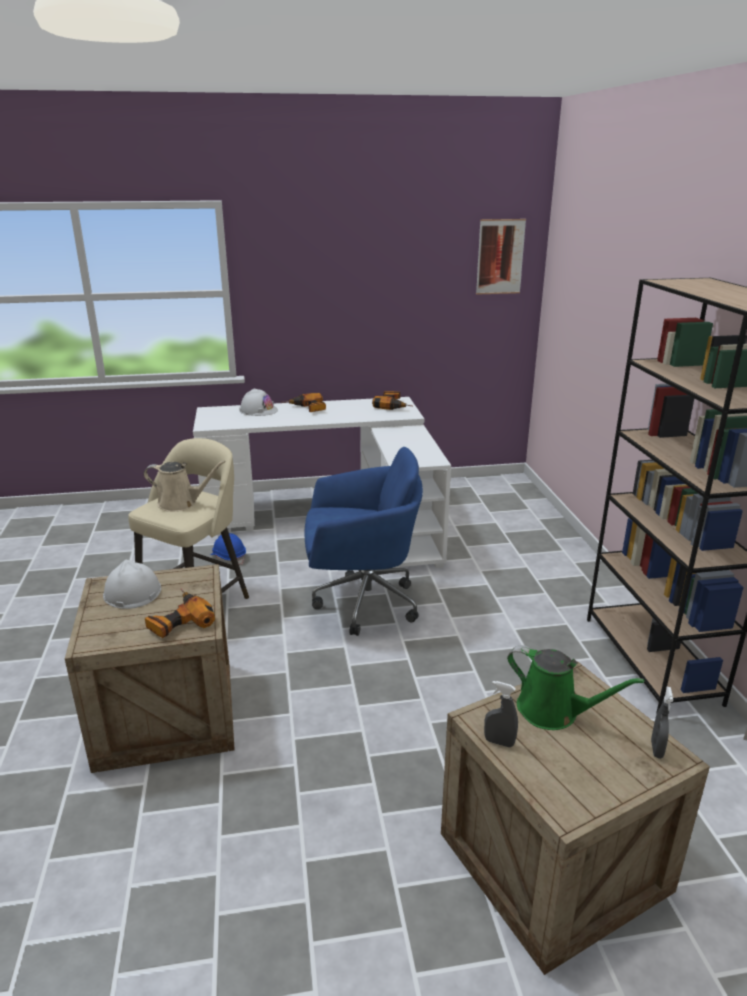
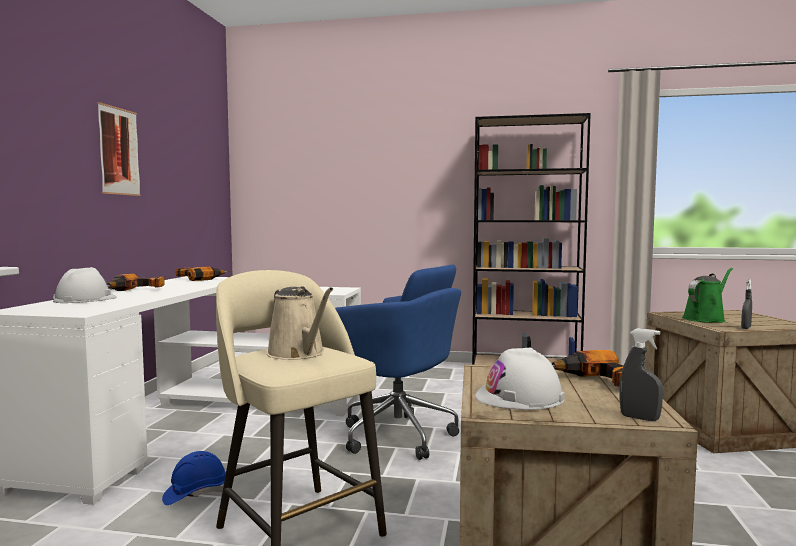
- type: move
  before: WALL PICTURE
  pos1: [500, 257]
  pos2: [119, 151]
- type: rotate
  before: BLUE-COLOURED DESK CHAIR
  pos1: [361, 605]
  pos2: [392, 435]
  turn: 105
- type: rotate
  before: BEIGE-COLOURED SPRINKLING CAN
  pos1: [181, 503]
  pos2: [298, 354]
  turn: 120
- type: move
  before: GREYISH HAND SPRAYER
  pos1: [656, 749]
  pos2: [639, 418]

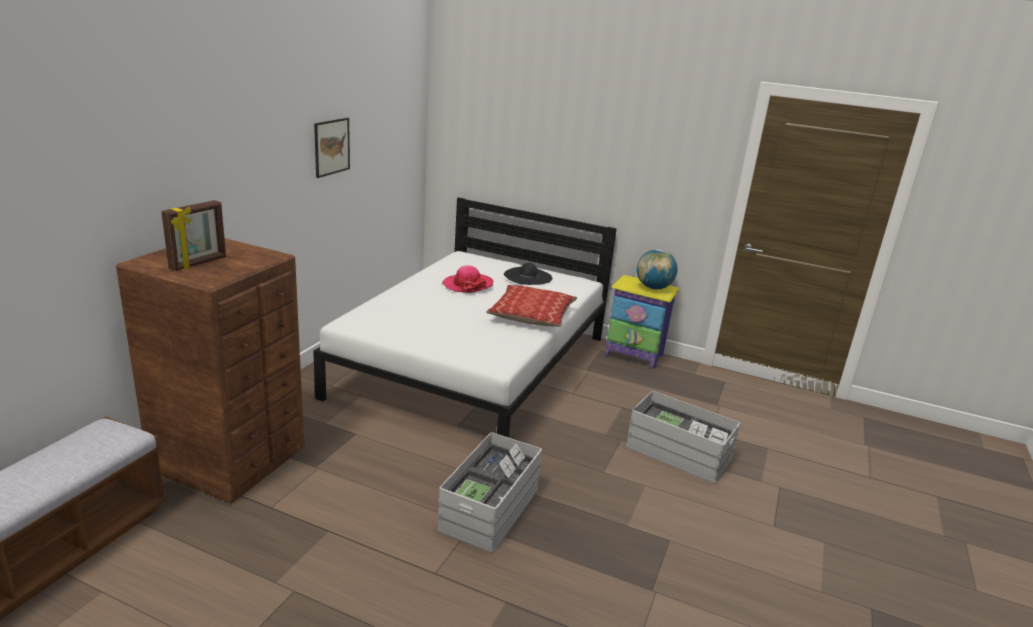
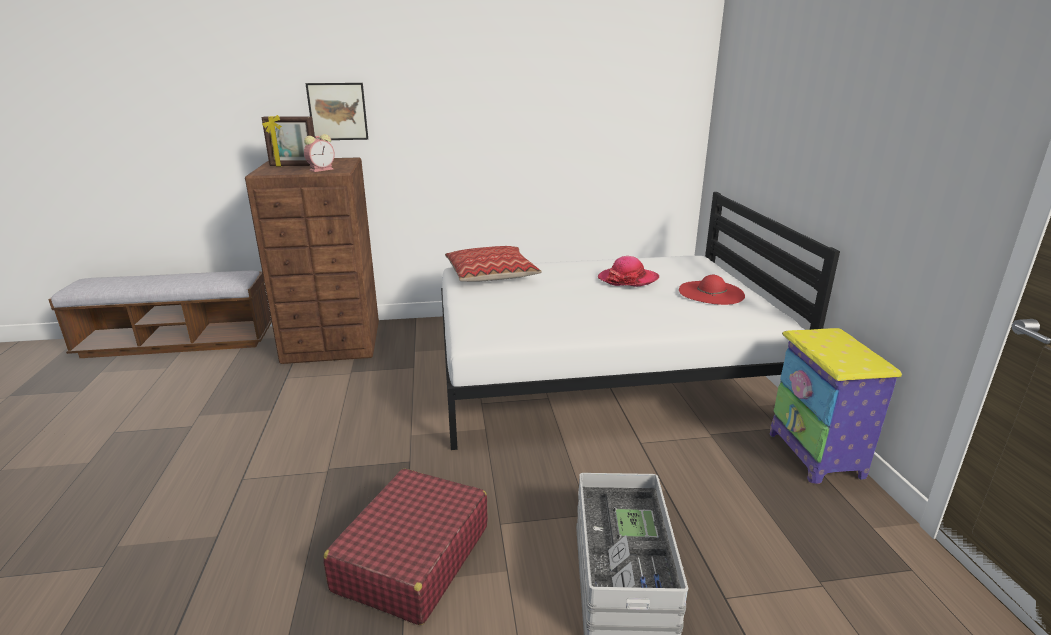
- type: move
  before: WALL PICTURE
  pos1: [331, 147]
  pos2: [337, 111]
- type: delete
  before: GLOBE
  pos1: [653, 288]
- type: recolor
  before: BLACK-COLOURED HAT
  after: RED HAT
  pos1: [527, 276]
  pos2: [711, 292]
- type: move
  before: THROW PILLOW
  pos1: [532, 315]
  pos2: [491, 274]
- type: delete
  before: GREYISH STORAGE CONTAINER
  pos1: [489, 507]
- type: insert
  after: BEDSIDE CLOCK
  pos2: [322, 169]
- type: insert
  after: RED PIECE OF LUGGAGE
  pos2: [412, 558]

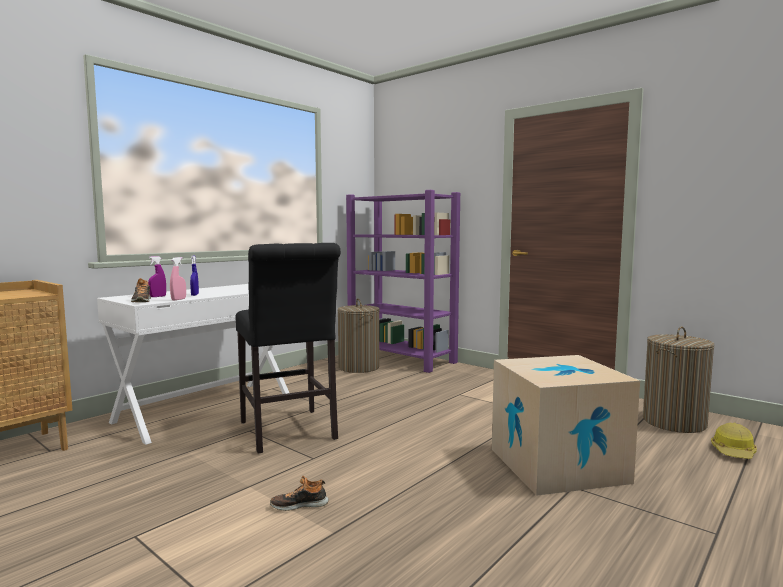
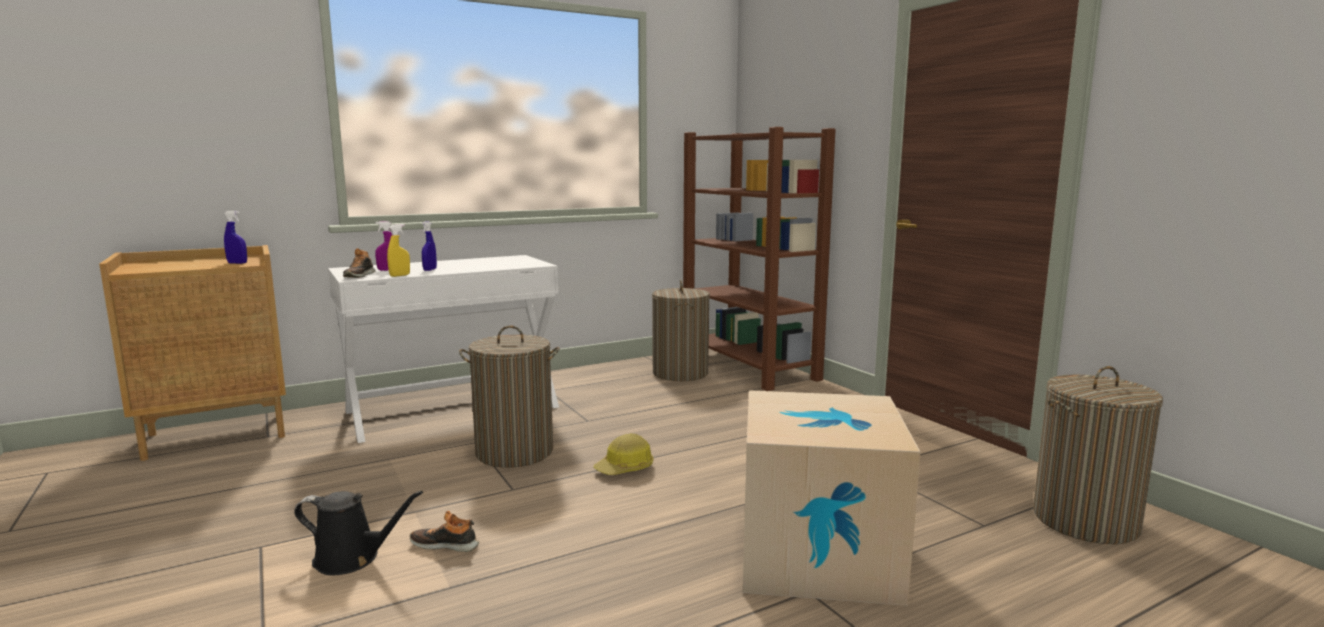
- type: recolor
  before: PURPLISH BOOKSHELF
  after: BROWN BOOKSHELF
  pos1: [401, 358]
  pos2: [748, 366]
- type: replace
  before: BLACK-COLOURED STOOL SEAT
  after: HAMPER
  pos1: [288, 433]
  pos2: [514, 452]
- type: recolor
  before: PINKISH HAND SPRAYER
  after: YELLOWISH HAND SPRAYER
  pos1: [178, 299]
  pos2: [400, 275]
- type: move
  before: WORK HELMET
  pos1: [734, 452]
  pos2: [625, 468]
- type: insert
  after: BLUE-COLOURED HAND SPRAYER
  pos2: [237, 263]
- type: insert
  after: BLACK-COLOURED SPRINKLING CAN
  pos2: [352, 558]

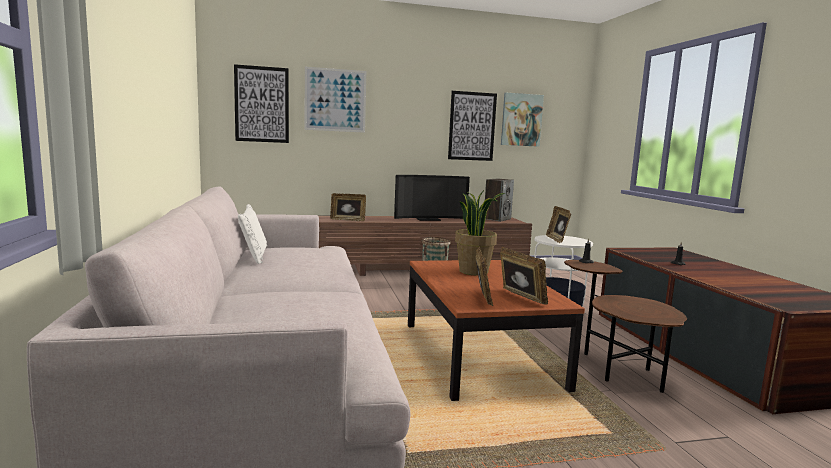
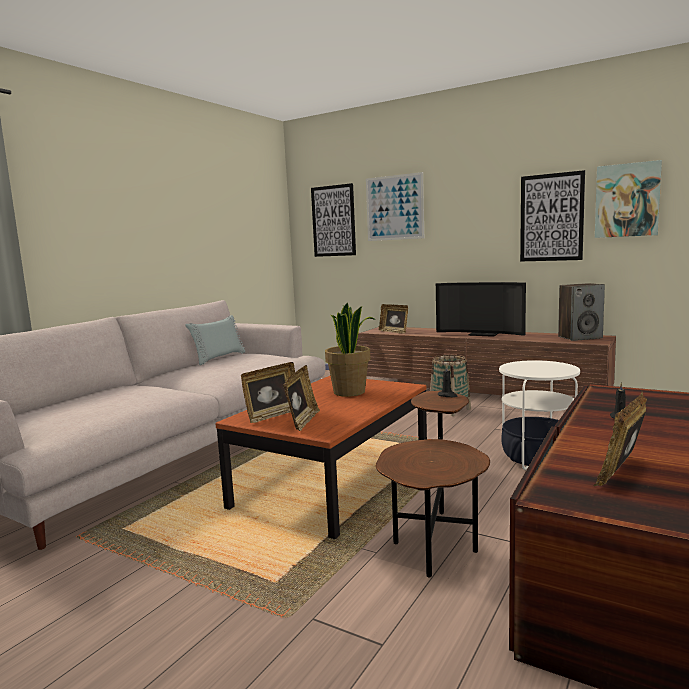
- type: recolor
  before: WHITE-COLOURED THROW PILLOW
  after: BLUE-COLOURED THROW PILLOW
  pos1: [253, 255]
  pos2: [218, 358]
- type: move
  before: PHOTO FRAME
  pos1: [557, 239]
  pos2: [621, 473]

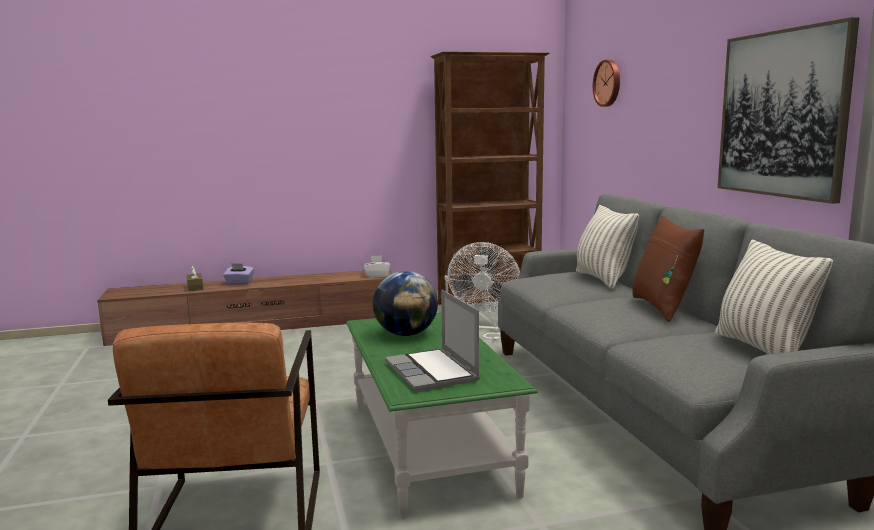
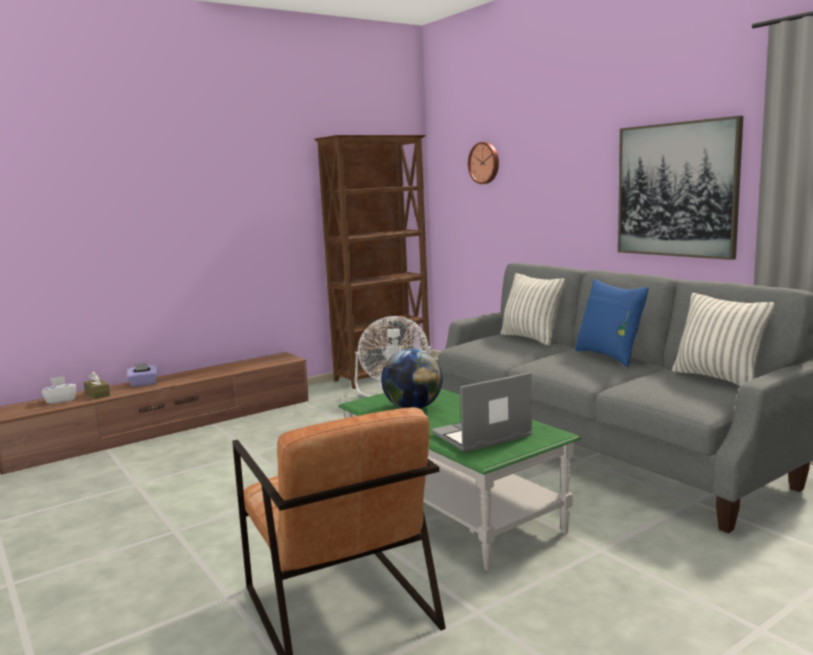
- type: recolor
  before: BROWN THROW PILLOW
  after: BLUE-COLOURED THROW PILLOW
  pos1: [662, 308]
  pos2: [608, 357]
- type: move
  before: WHITE-COLOURED TISSUE HOLDER
  pos1: [377, 275]
  pos2: [60, 400]
- type: rotate
  before: PORTABLE COMPUTER
  pos1: [433, 372]
  pos2: [481, 436]
  turn: 105

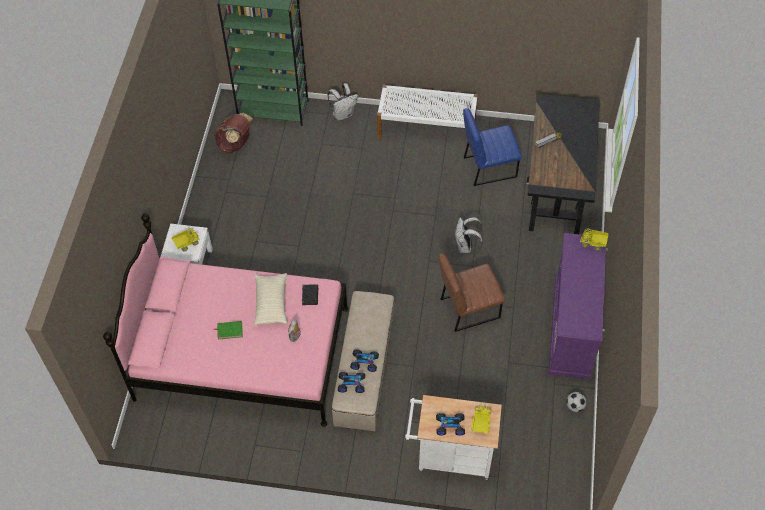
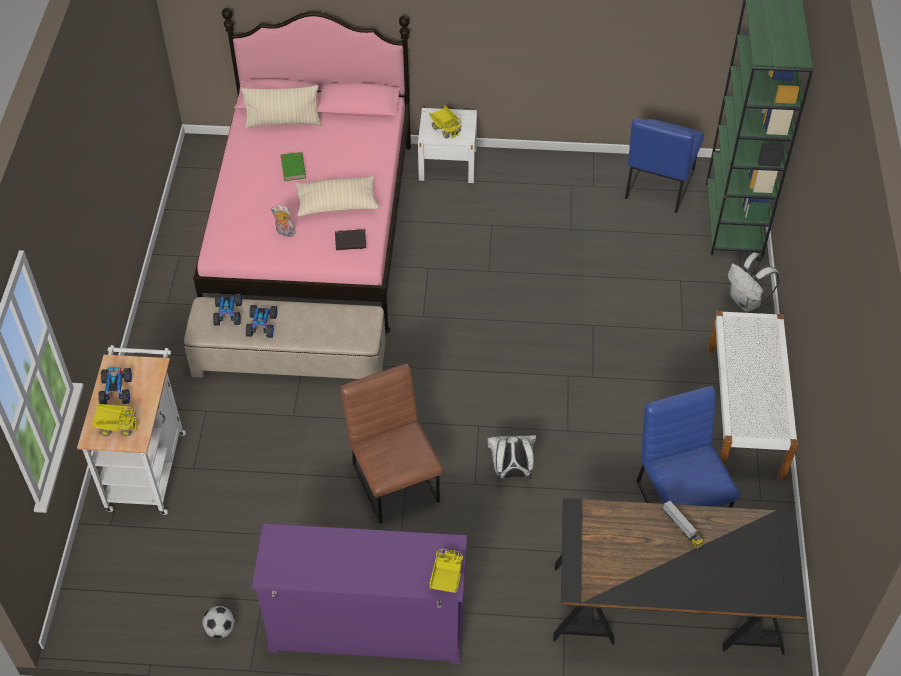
- type: replace
  before: BROWN BACKPACK
  after: BLUE-COLOURED CHAIR
  pos1: [235, 144]
  pos2: [658, 186]
- type: insert
  after: BEIGE-COLOURED THROW PILLOW
  pos2: [283, 122]

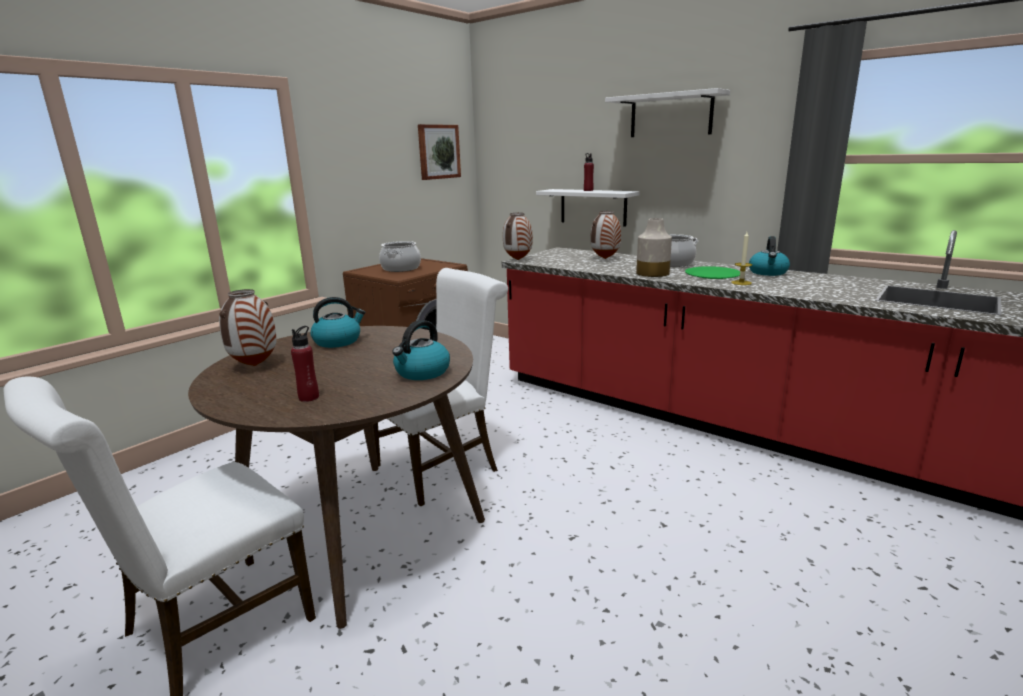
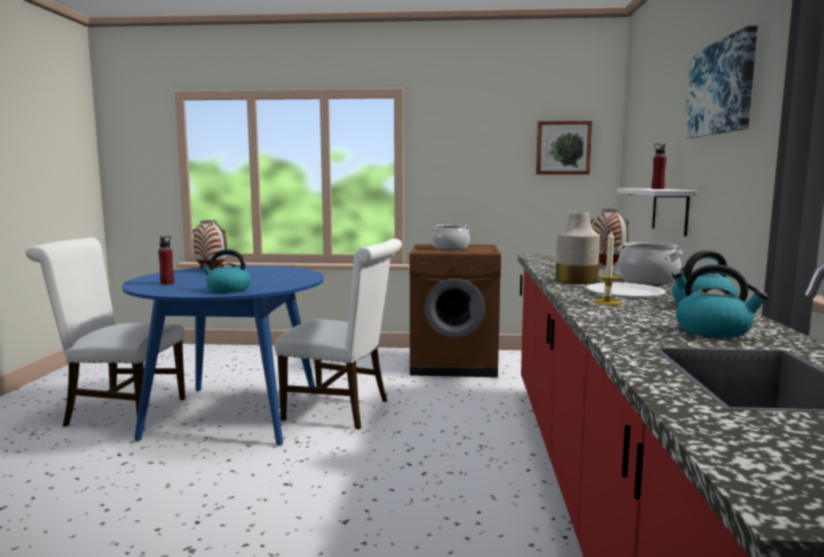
- type: replace
  before: WHITE-COLOURED BRACKET SHELF
  after: WALL PICTURE
  pos1: [671, 115]
  pos2: [721, 88]
- type: delete
  before: DECORATIVE VASE
  pos1: [518, 260]
- type: recolor
  before: GREEN DINNER PLATE
  after: WHITE-COLOURED DINNER PLATE
  pos1: [712, 274]
  pos2: [624, 293]
- type: move
  before: KETTLE
  pos1: [338, 341]
  pos2: [714, 331]
- type: recolor
  before: BROWN KITCHEN TABLE
  after: BLUE-COLOURED KITCHEN TABLE
  pos1: [361, 532]
  pos2: [234, 414]

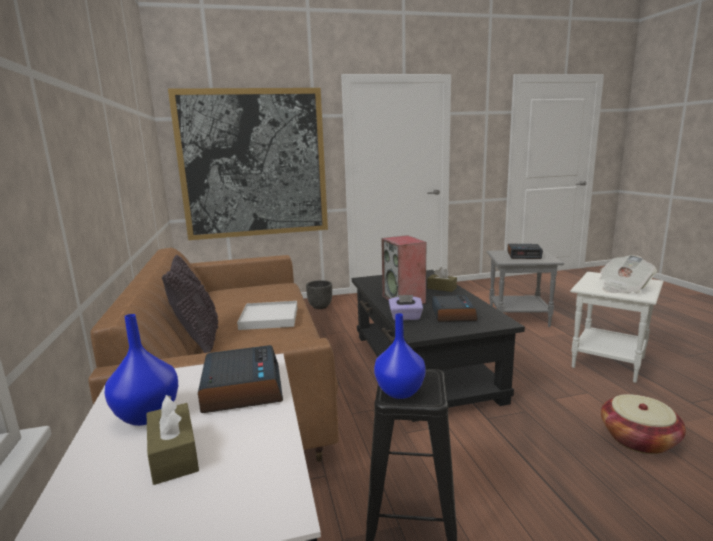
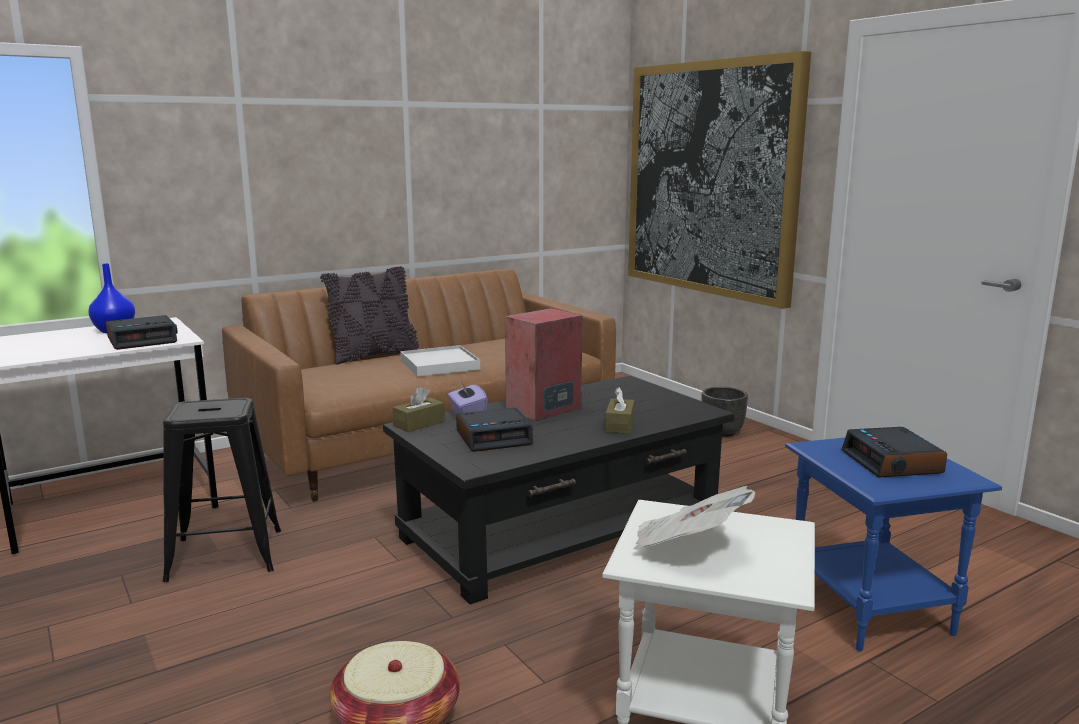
- type: recolor
  before: GREYISH SIDE TABLE
  after: BLUE-COLOURED SIDE TABLE
  pos1: [519, 318]
  pos2: [871, 611]
- type: delete
  before: BLUE-COLOURED DECORATIVE VASE
  pos1: [399, 391]
- type: move
  before: BROWN TISSUE HOLDER
  pos1: [174, 455]
  pos2: [419, 424]

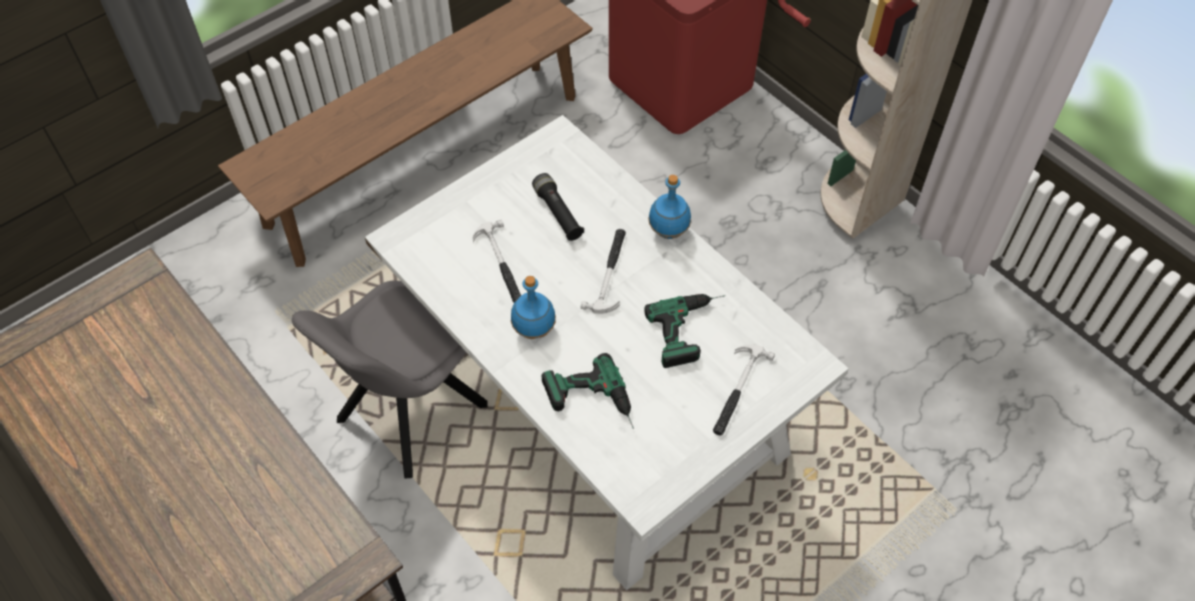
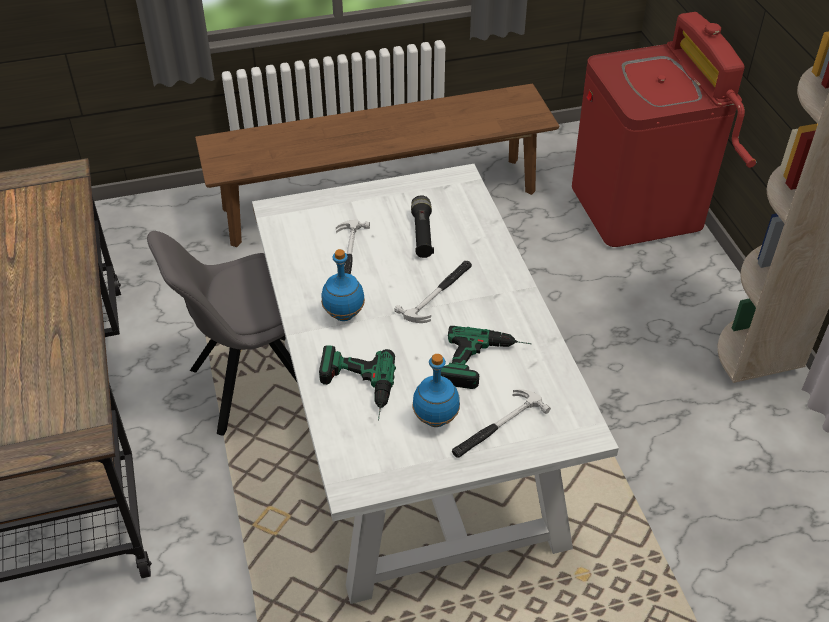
- type: move
  before: BLUE-COLOURED BEVERAGE BOTTLE
  pos1: [669, 232]
  pos2: [435, 420]

